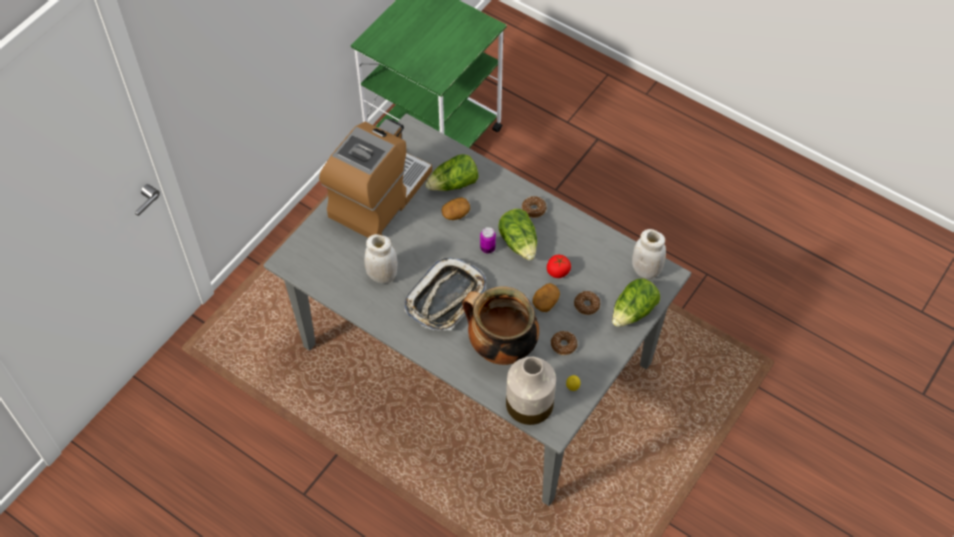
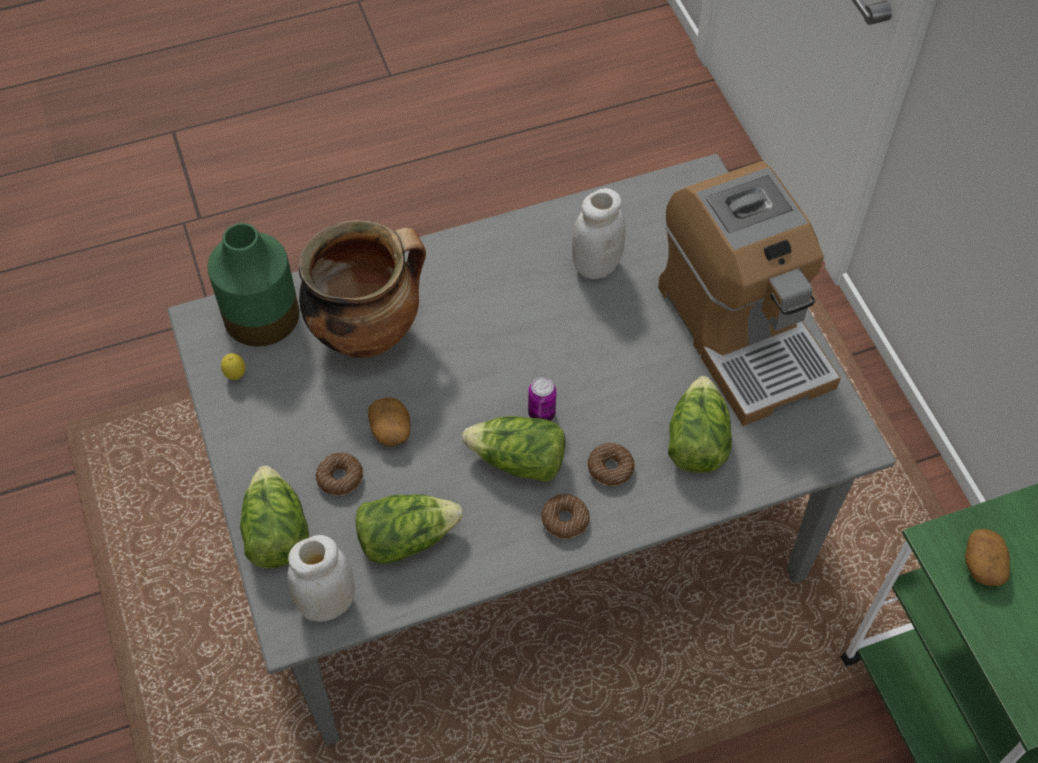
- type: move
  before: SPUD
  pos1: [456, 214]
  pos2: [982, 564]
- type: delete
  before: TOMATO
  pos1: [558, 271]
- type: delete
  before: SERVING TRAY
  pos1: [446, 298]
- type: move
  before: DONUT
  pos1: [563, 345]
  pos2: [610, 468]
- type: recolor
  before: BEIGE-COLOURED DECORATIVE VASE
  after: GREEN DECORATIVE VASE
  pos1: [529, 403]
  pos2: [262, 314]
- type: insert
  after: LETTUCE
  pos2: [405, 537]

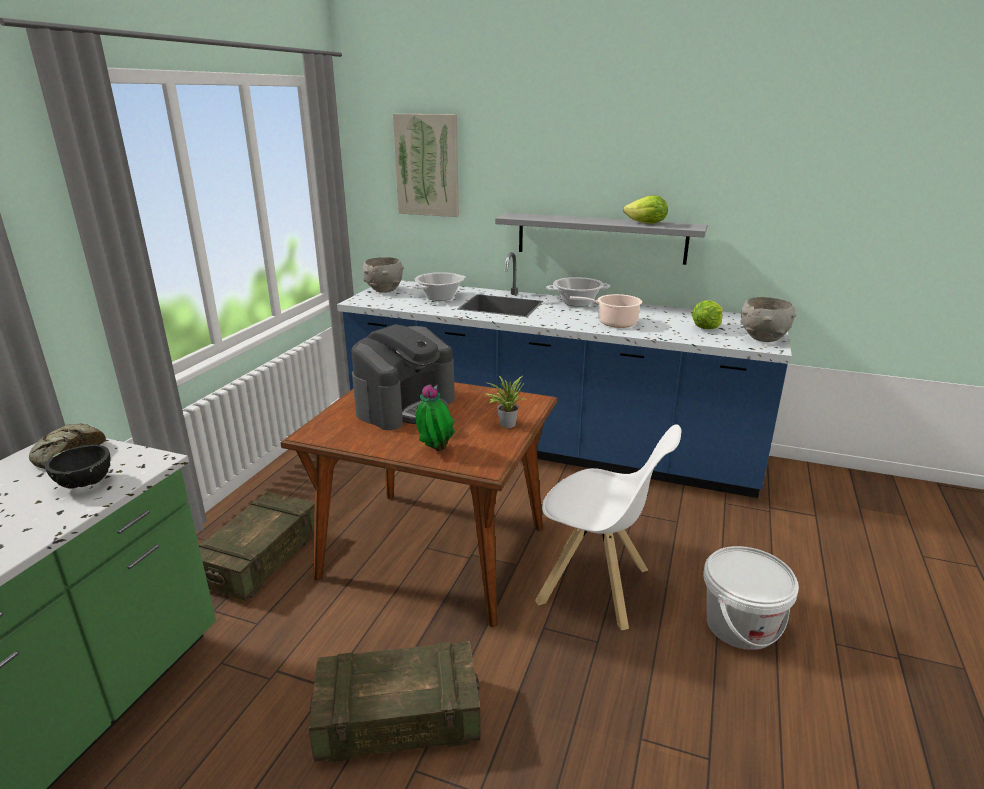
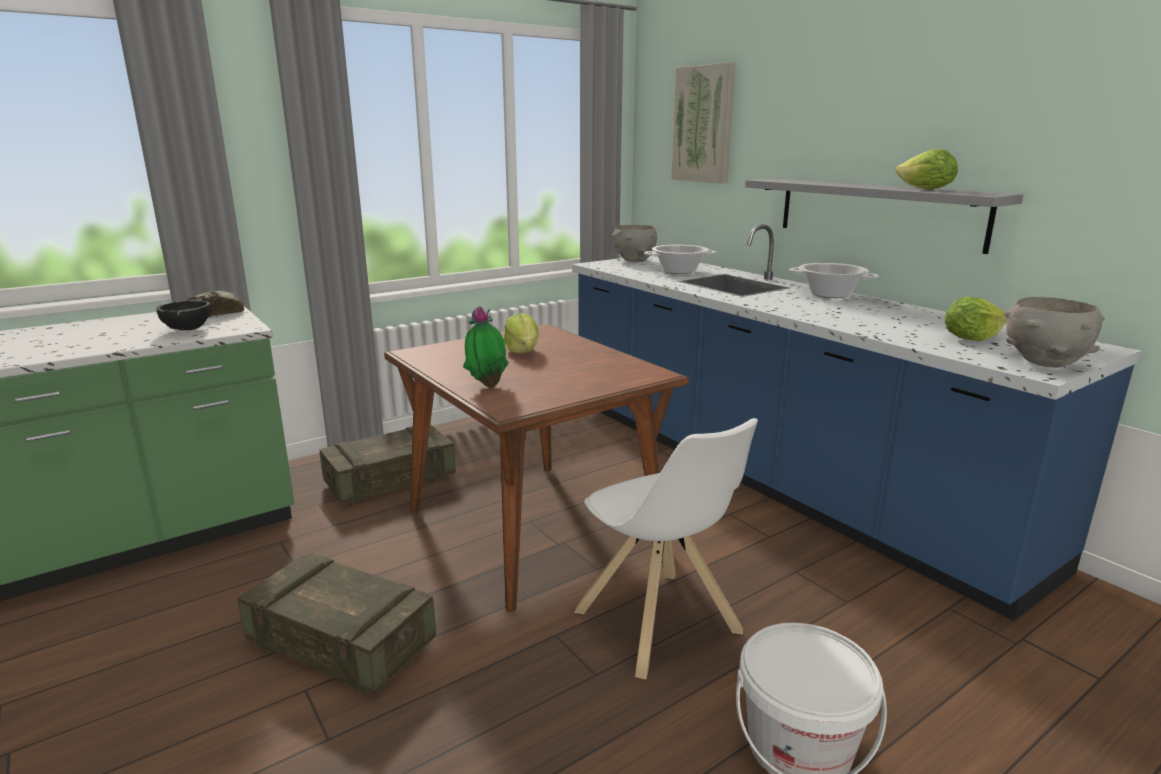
- type: delete
  before: STOCKPOT
  pos1: [614, 323]
- type: replace
  before: COFFEE MACHINE
  after: LETTUCE
  pos1: [405, 406]
  pos2: [523, 351]
- type: delete
  before: POTTED PLANT
  pos1: [505, 423]

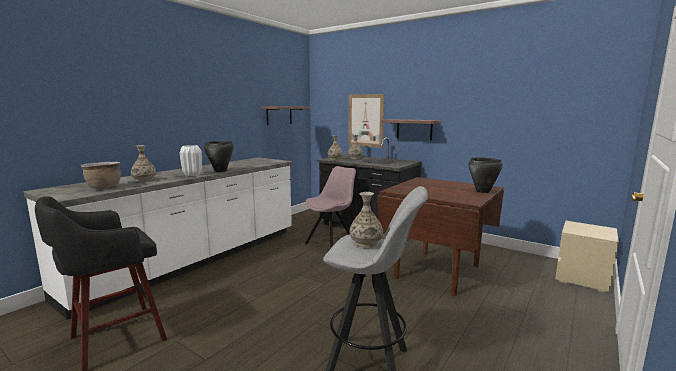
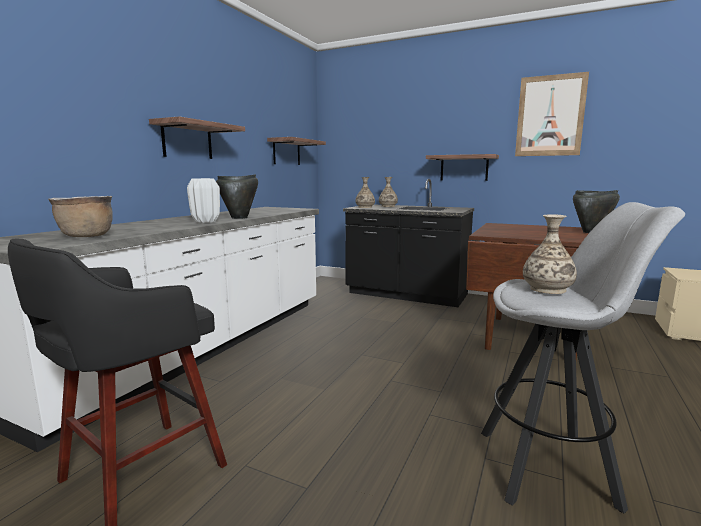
- type: move
  before: WALL PICTURE
  pos1: [365, 120]
  pos2: [550, 116]
- type: delete
  before: DECORATIVE VASE
  pos1: [144, 180]
- type: delete
  before: PINKISH CHAIR
  pos1: [331, 243]
- type: insert
  after: BRACKET SHELF
  pos2: [187, 141]

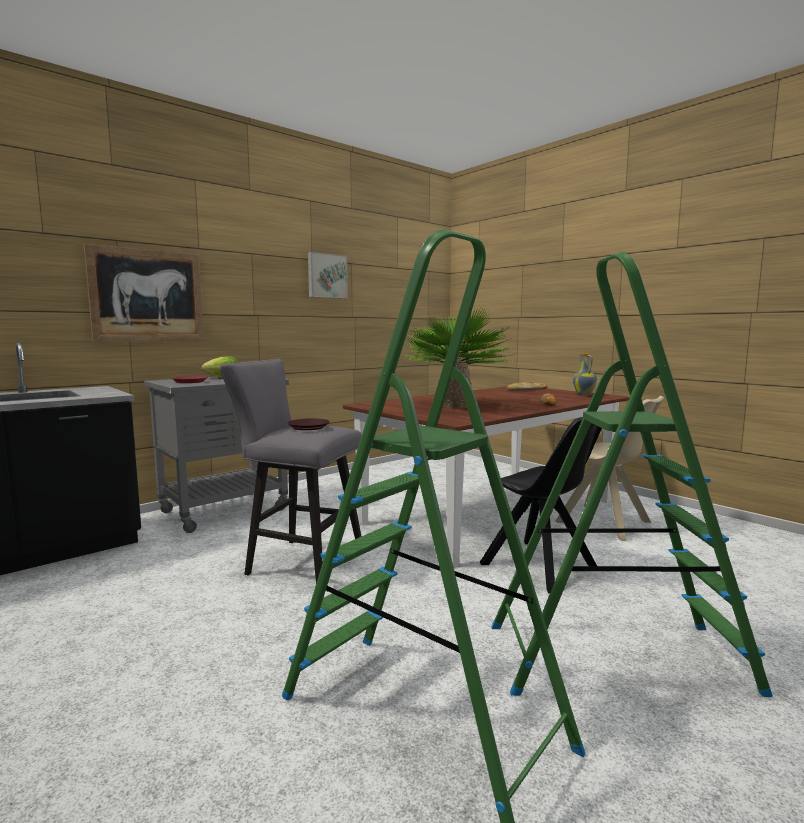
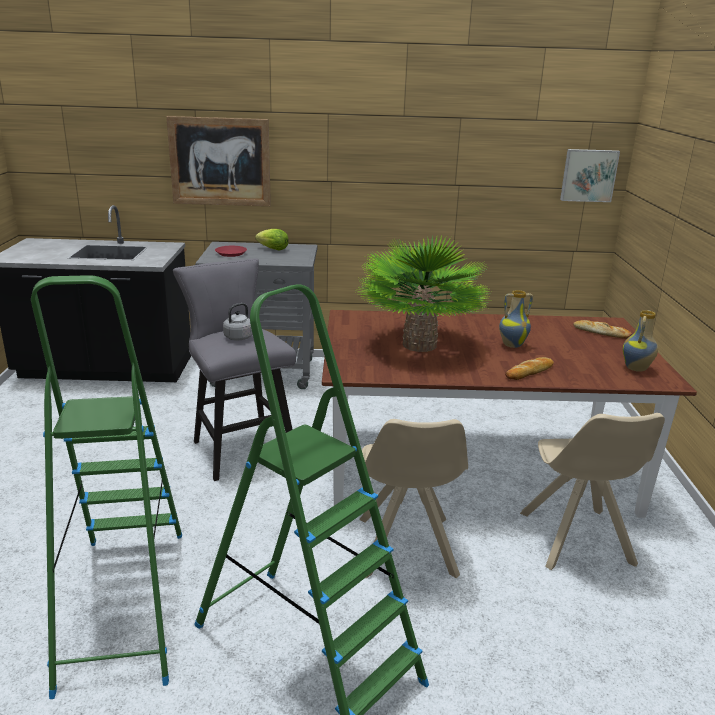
- type: move
  before: WALL PICTURE
  pos1: [326, 276]
  pos2: [588, 175]
- type: recolor
  before: BLACK-COLOURED CHAIR
  after: BEIGE-COLOURED CHAIR
  pos1: [540, 567]
  pos2: [406, 548]
- type: replace
  before: BROWN DINNER PLATE
  after: GREYISH KETTLE
  pos1: [308, 427]
  pos2: [240, 337]
- type: insert
  after: DECORATIVE VASE
  pos2: [512, 345]

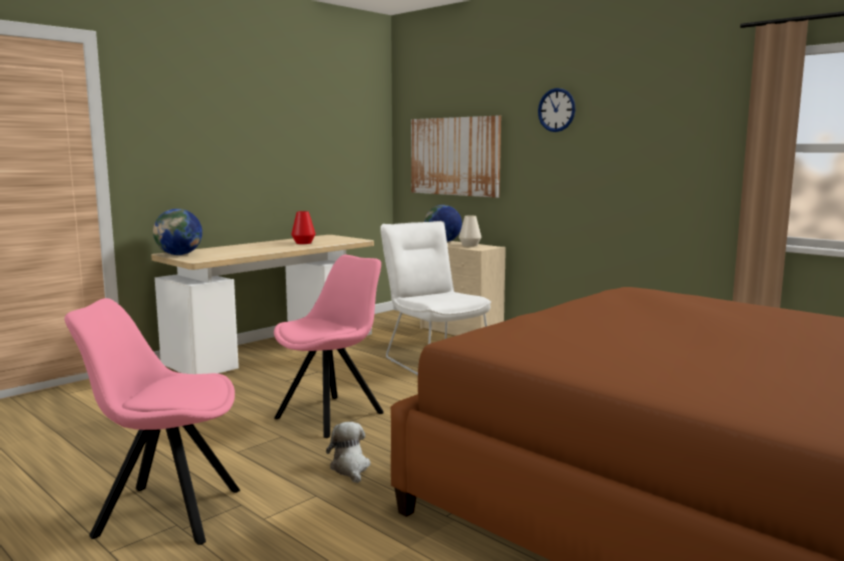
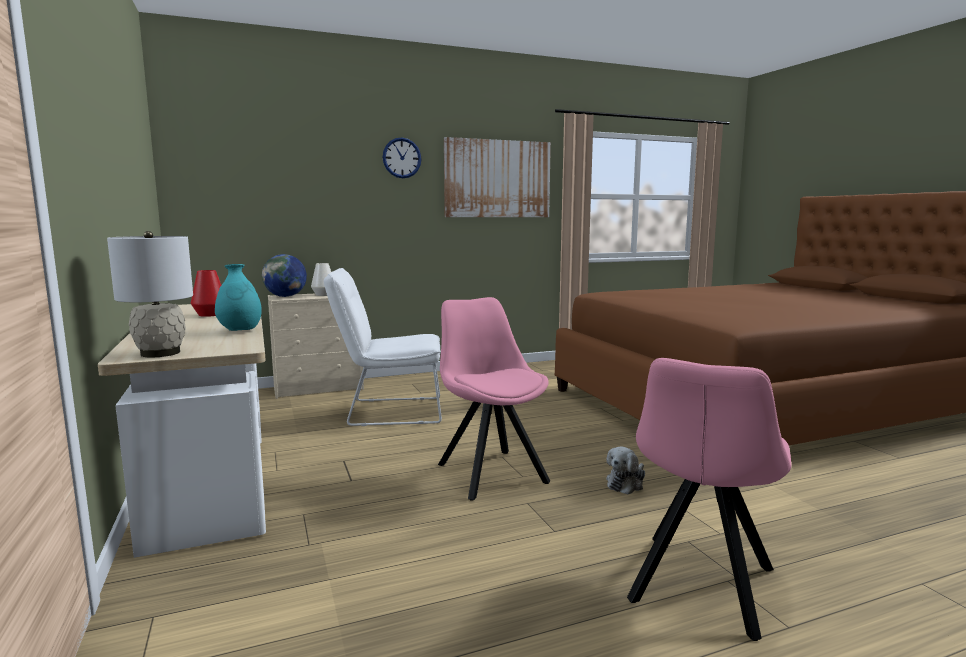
- type: move
  before: WALL PICTURE
  pos1: [454, 156]
  pos2: [497, 179]
- type: replace
  before: GLOBE
  after: WHITE-COLOURED TABLE LAMP
  pos1: [179, 254]
  pos2: [161, 353]
- type: rotate
  before: SOFT TOY
  pos1: [350, 468]
  pos2: [626, 483]
  turn: -60
- type: insert
  after: TURQUOISE-COLOURED DECORATIVE VASE
  pos2: [240, 331]

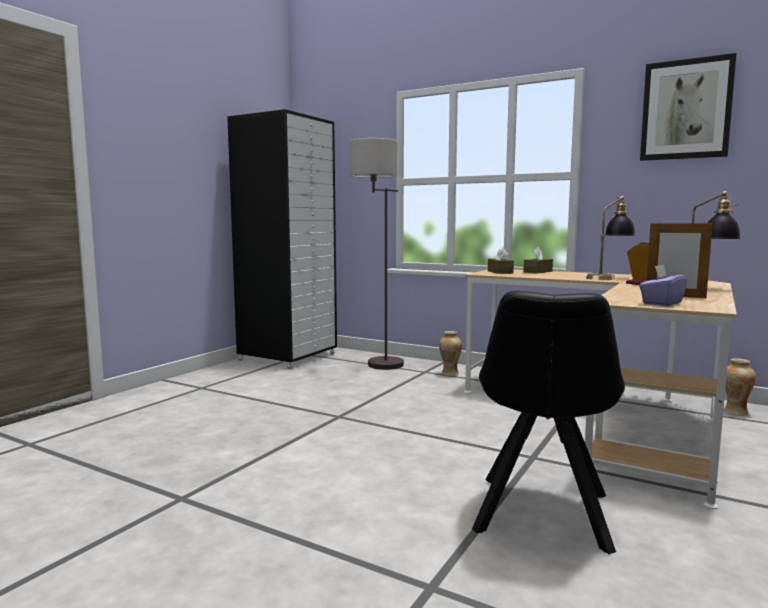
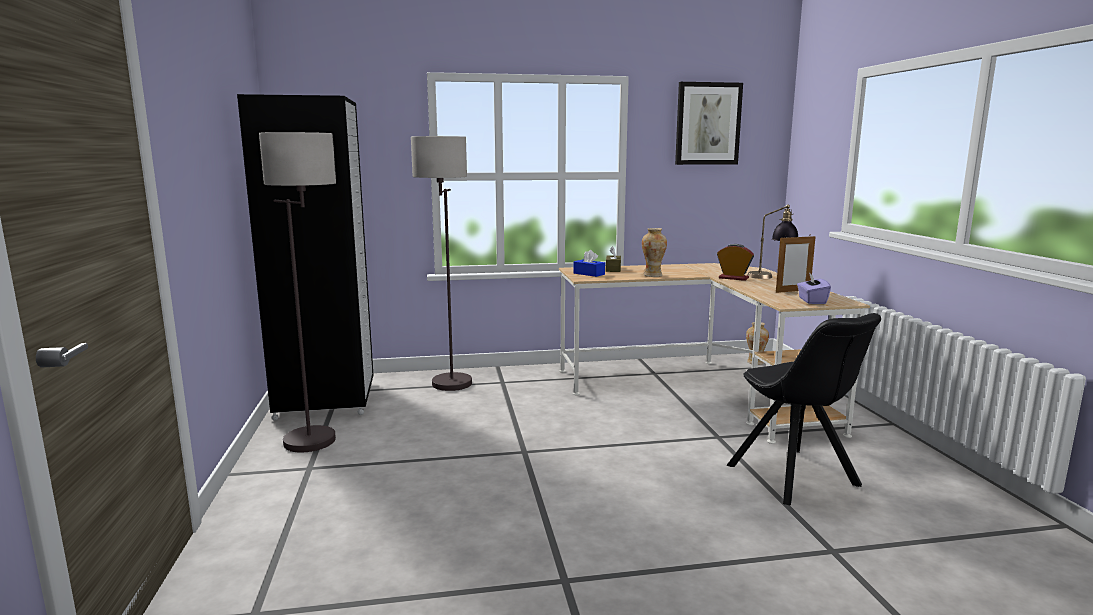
- type: delete
  before: TABLE LAMP
  pos1: [609, 278]
- type: recolor
  before: BROWN TISSUE HOLDER
  after: BLUE-COLOURED TISSUE HOLDER
  pos1: [500, 272]
  pos2: [589, 274]
- type: move
  before: DECORATIVE VASE
  pos1: [450, 374]
  pos2: [653, 275]
- type: insert
  after: GREYISH FLOOR LAMP
  pos2: [318, 445]

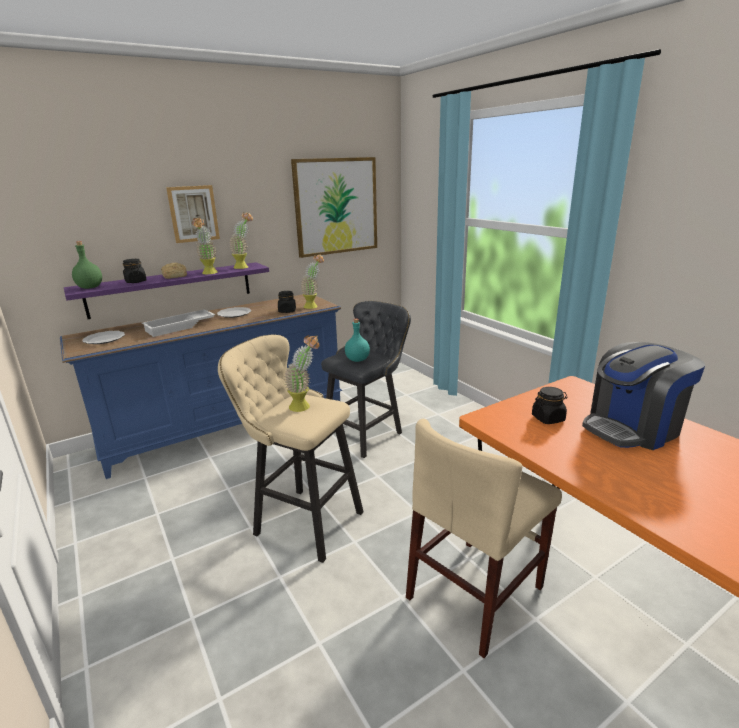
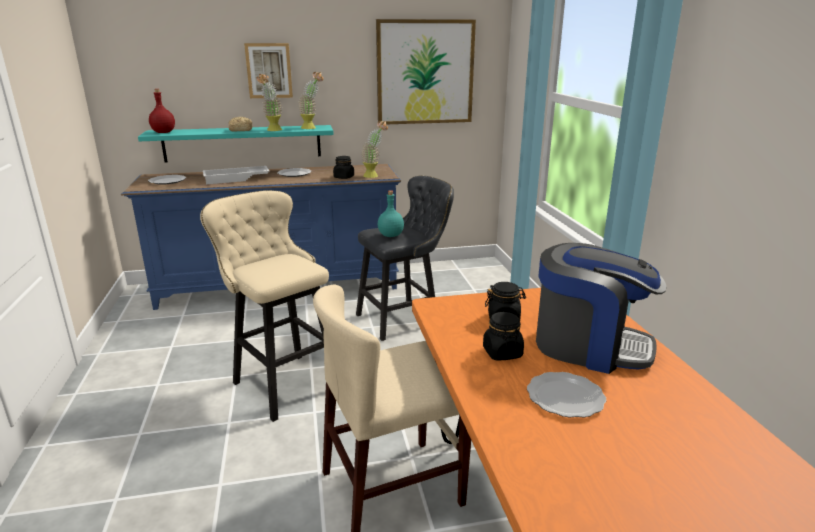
- type: recolor
  before: GREEN BEVERAGE BOTTLE
  after: RED BEVERAGE BOTTLE
  pos1: [90, 287]
  pos2: [164, 132]
- type: move
  before: BLACK-COLOURED STORAGE JAR
  pos1: [135, 281]
  pos2: [502, 352]
- type: recolor
  before: PURPLISH BRACKET SHELF
  after: TURQUOISE-COLOURED BRACKET SHELF
  pos1: [171, 289]
  pos2: [243, 143]
- type: delete
  before: POTTED PLANT
  pos1: [305, 407]
- type: rotate
  before: COFFEE MACHINE
  pos1: [632, 428]
  pos2: [589, 346]
  turn: -150
- type: insert
  after: DINNER PLATE
  pos2: [566, 397]

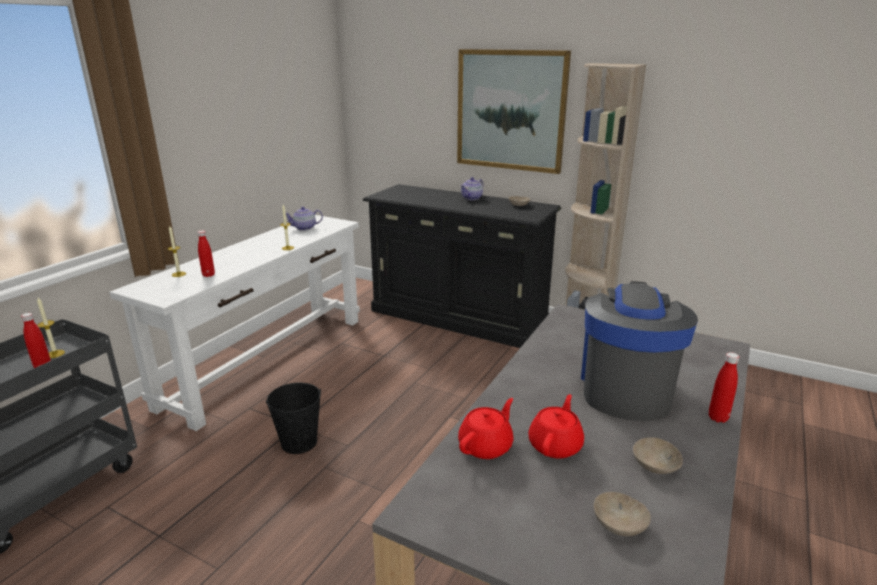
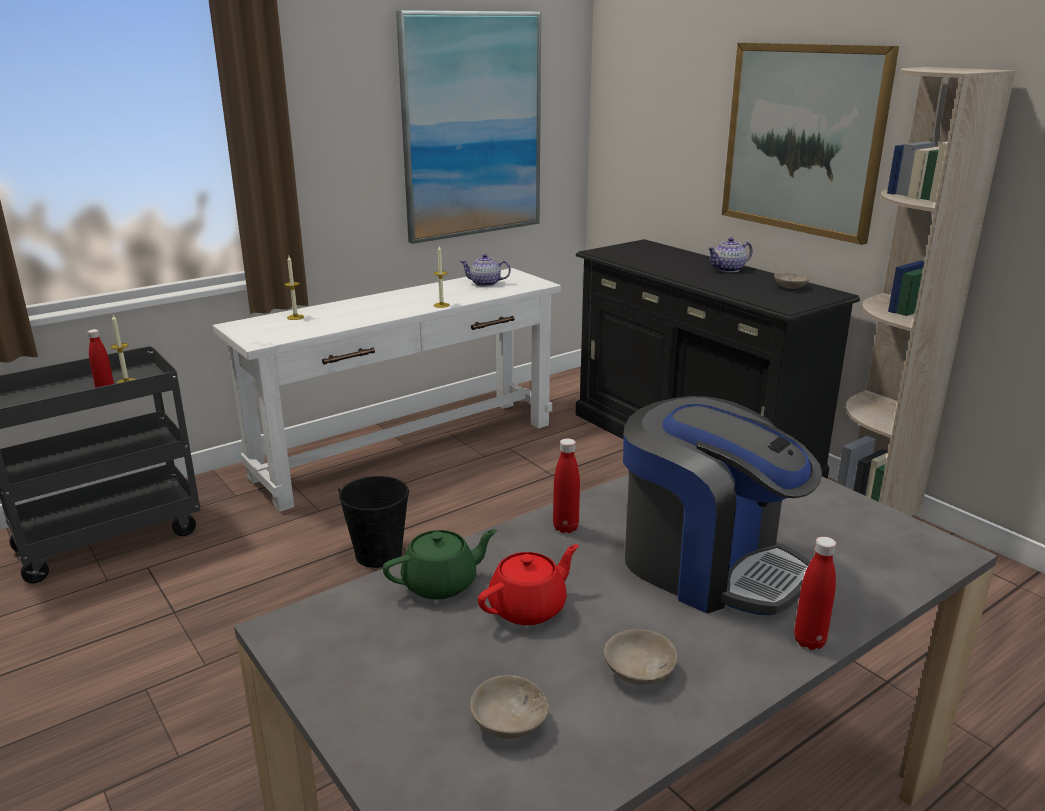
- type: move
  before: RED BEVERAGE BOTTLE
  pos1: [208, 275]
  pos2: [565, 527]
- type: rotate
  before: COFFEE MACHINE
  pos1: [625, 387]
  pos2: [708, 565]
  turn: 90
- type: recolor
  before: RED POT FOR TEA
  after: GREEN POT FOR TEA
  pos1: [486, 446]
  pos2: [441, 584]
- type: insert
  after: WALL PICTURE
  pos2: [472, 126]

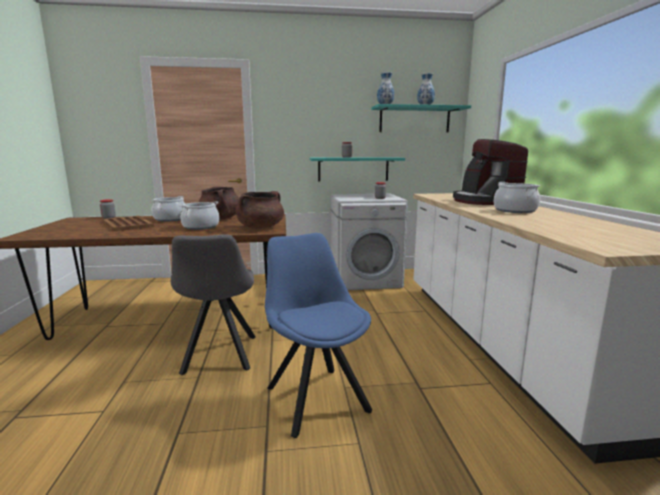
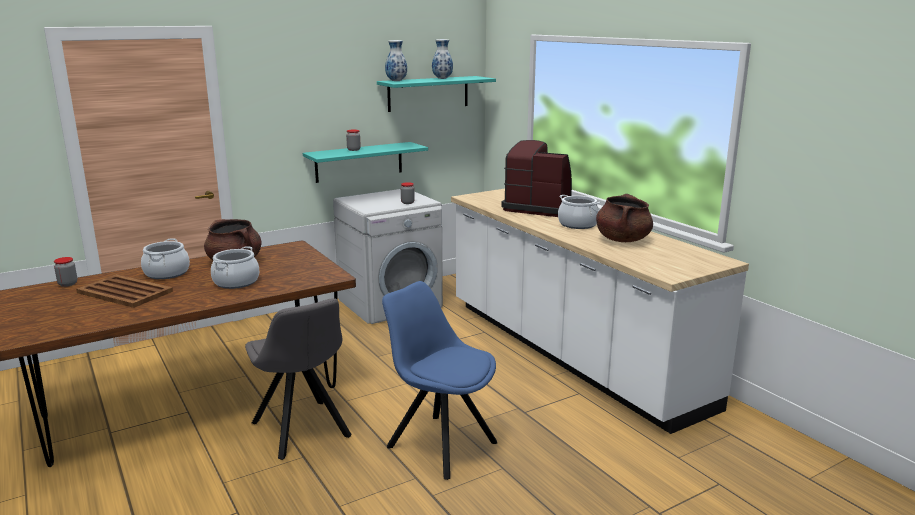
- type: rotate
  before: COFFEE MACHINE
  pos1: [484, 201]
  pos2: [538, 208]
  turn: 150
- type: move
  before: BROWN STOCKPOT
  pos1: [260, 227]
  pos2: [622, 239]

